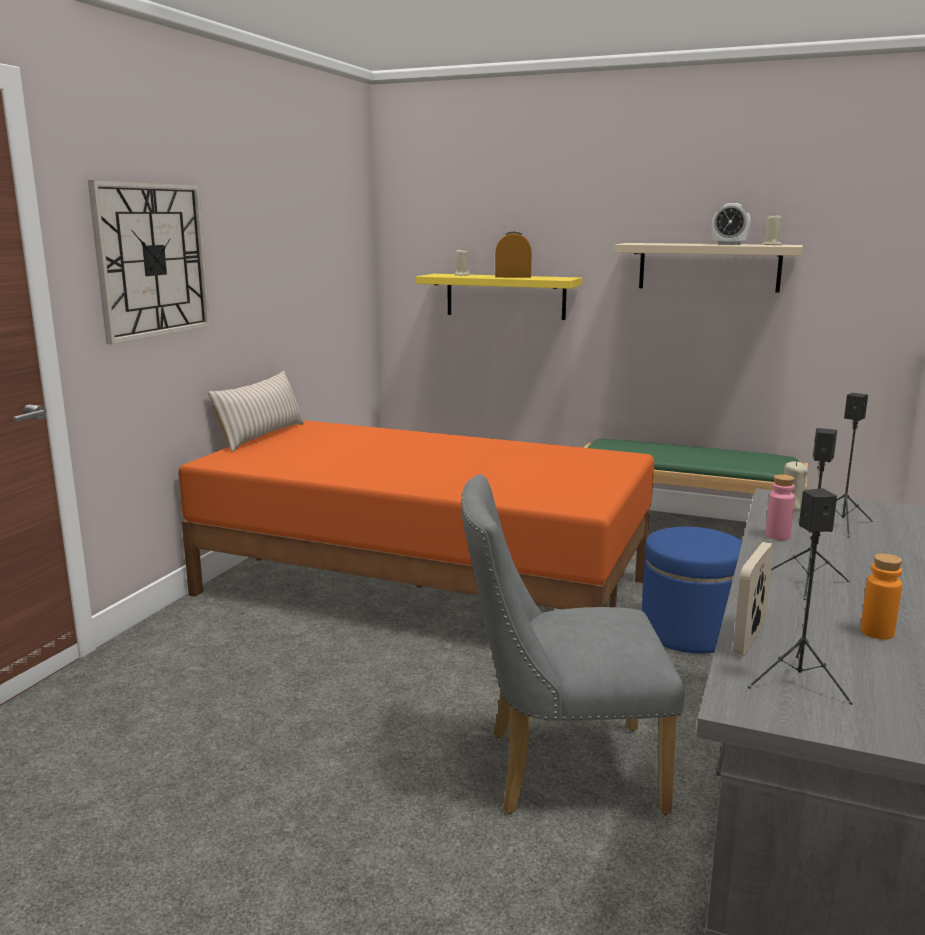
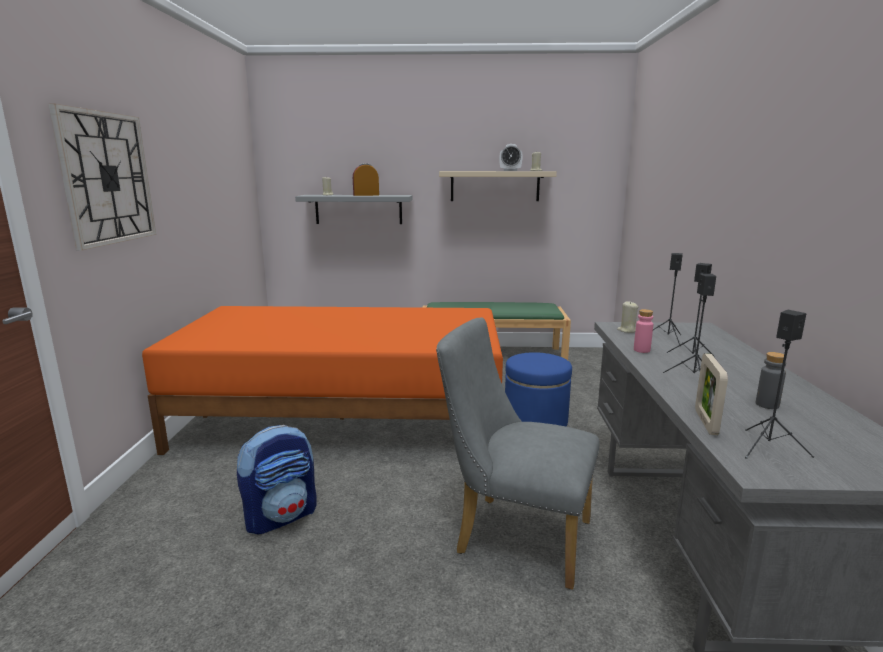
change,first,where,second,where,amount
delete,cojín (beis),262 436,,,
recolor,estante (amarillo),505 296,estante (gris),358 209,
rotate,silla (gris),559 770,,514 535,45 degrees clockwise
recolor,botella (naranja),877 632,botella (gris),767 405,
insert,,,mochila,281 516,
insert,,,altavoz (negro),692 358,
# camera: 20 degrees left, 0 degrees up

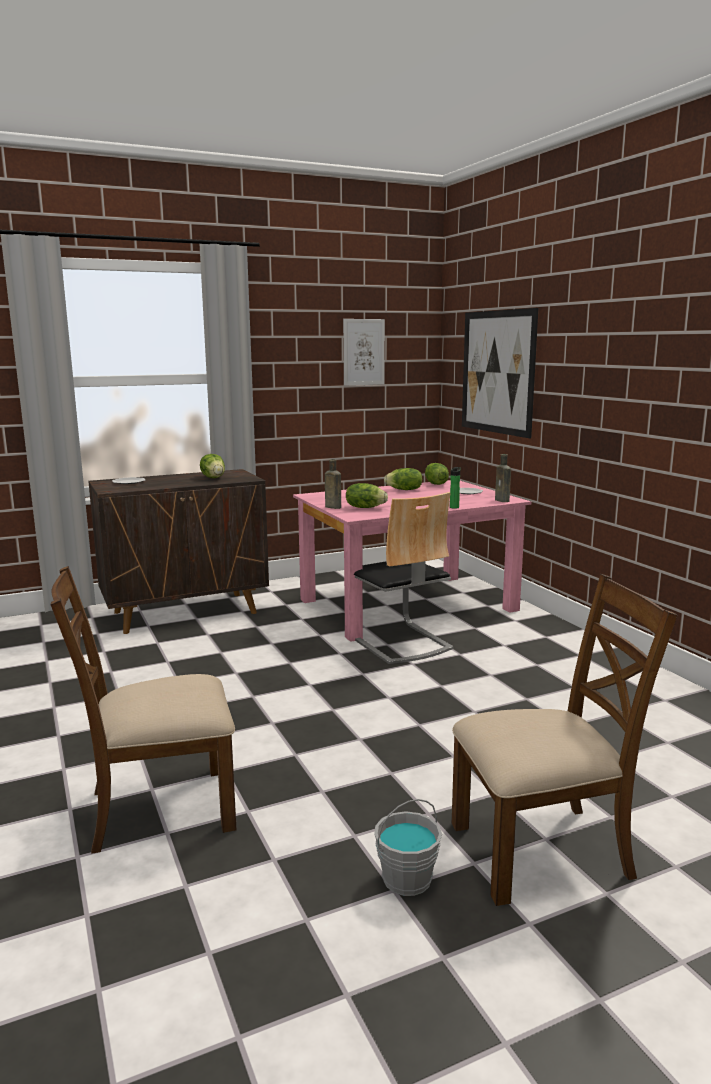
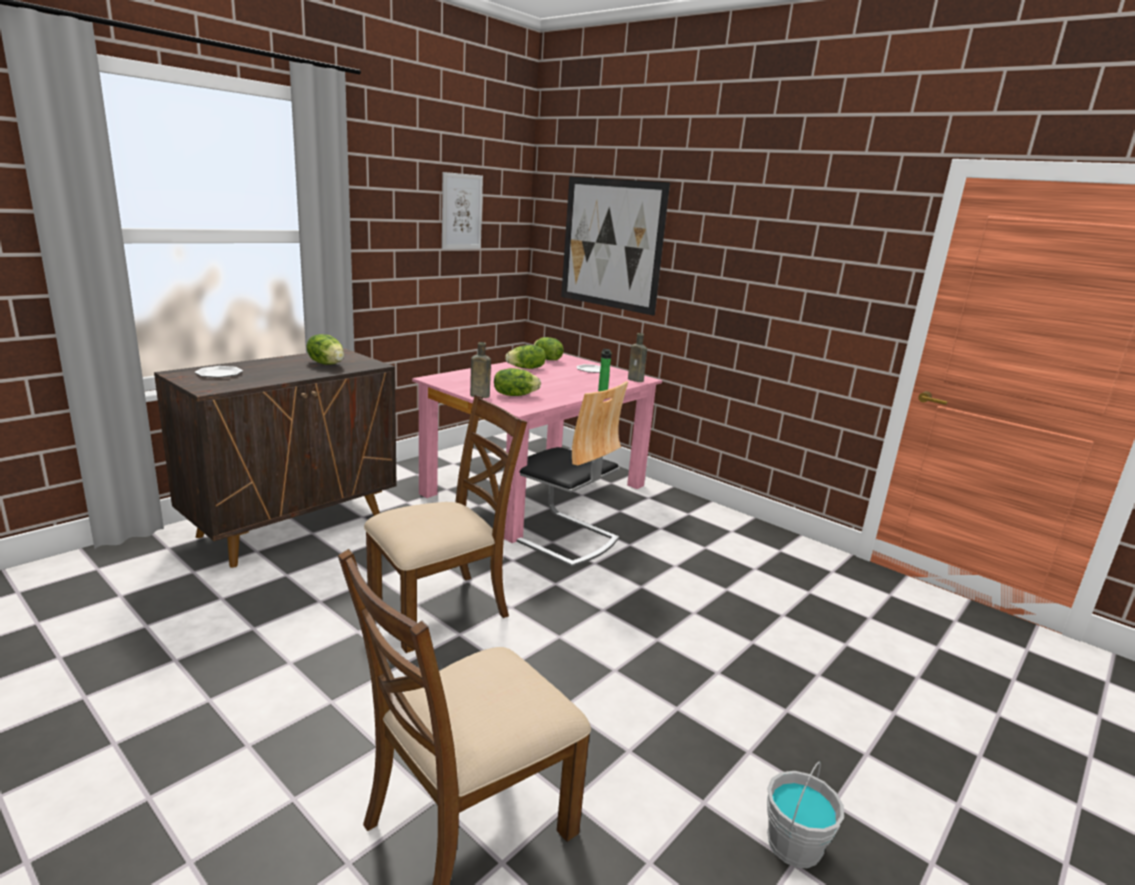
change,first,where,second,where,amount
move,silla (marrón),543 850,,441 609,
# camera: 25 degrees left, 5 degrees up

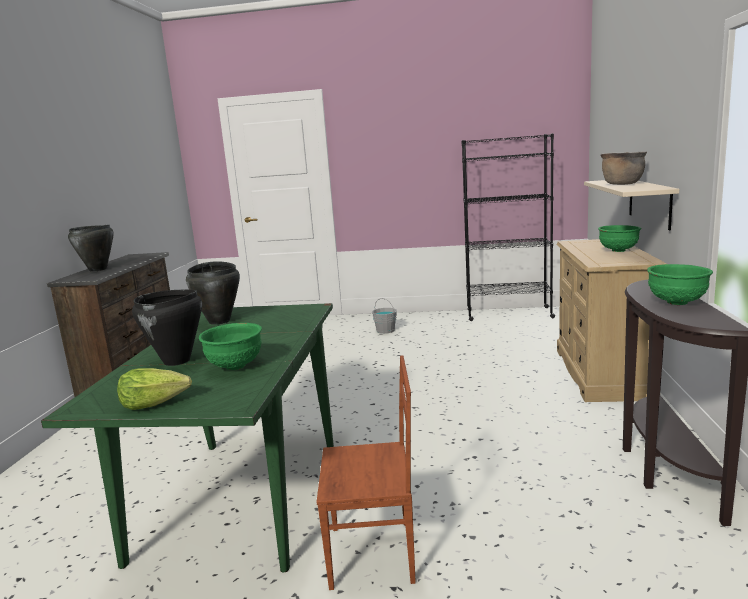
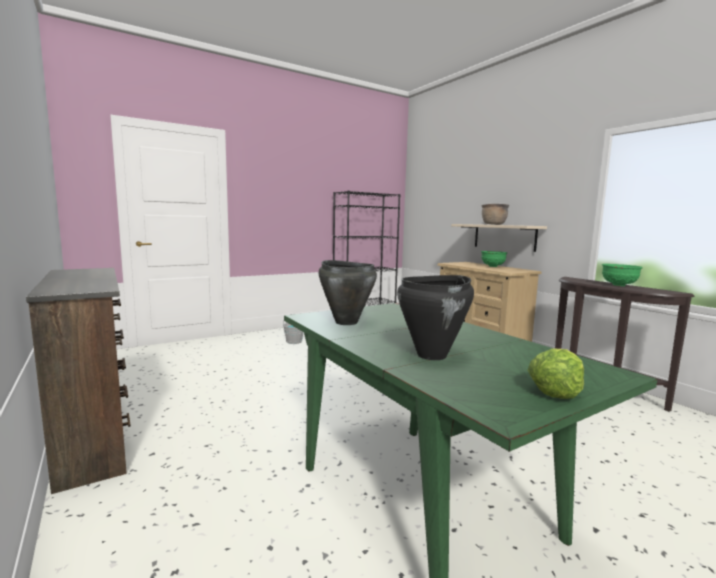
change,first,where,second,where,amount
delete,olla (negro),98 269,,,
delete,cuenco (verde),234 366,,,
delete,silla (marrón),373 555,,,
# camera: 40 degrees left, 5 degrees down

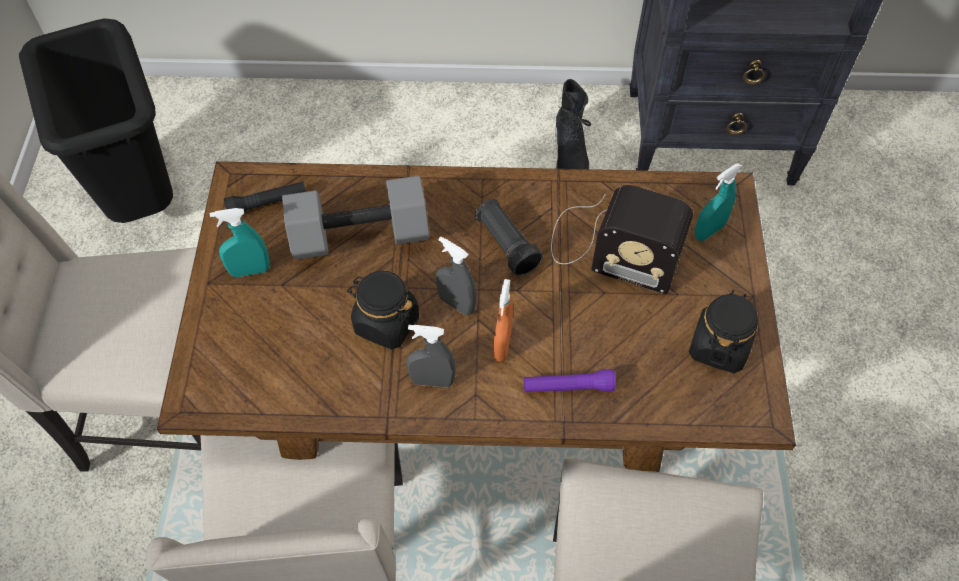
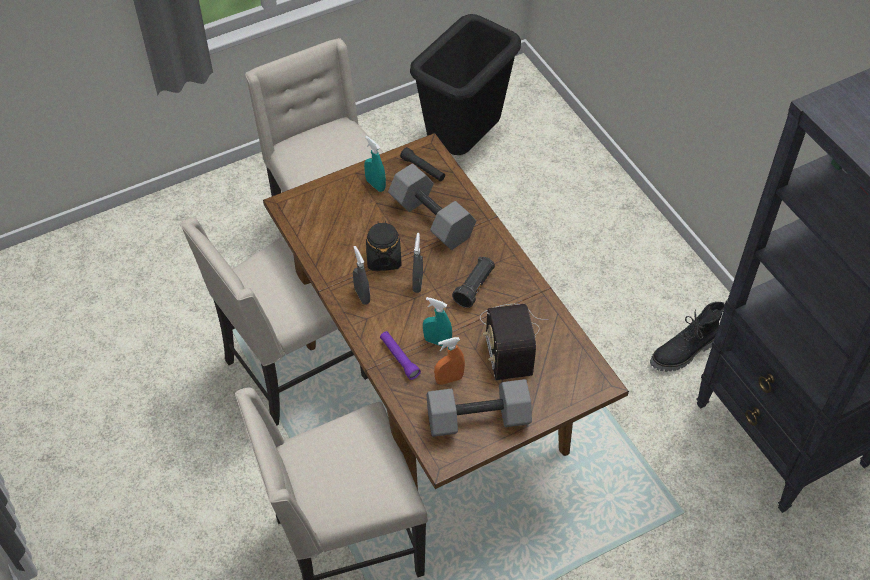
change,first,where,second,where,amount
move,pulverizador (naranja),502 345,,449 379,
replace,tarro (negro),719 346,mancuerna (gris),477 421,
move,pulverizador (turquesa),709 231,,437 341,
# camera: 60 degrees right, 5 degrees down

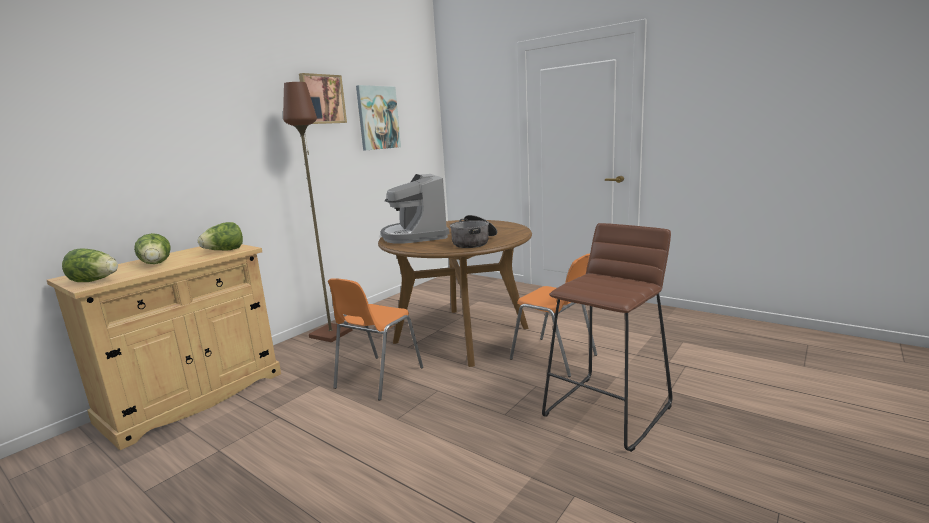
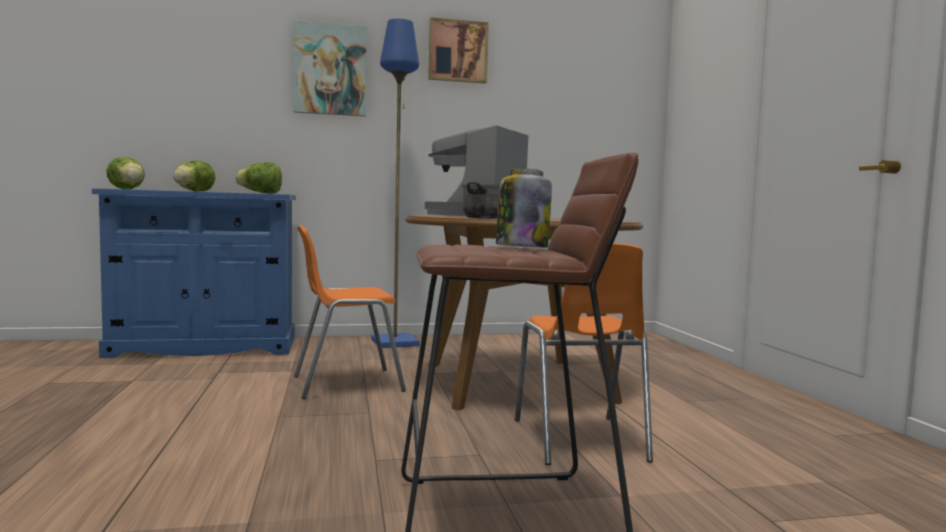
change,first,where,second,where,amount
recolor,armario (beis),193 397,armario (azul),205 347,
recolor,lámpara de pie (marrón),330 333,lámpara de pie (azul),395 342,
move,cuadro,378 118,,330 69,
insert,,,tarro,521 248,
# camera: 40 degrees right, 10 degrees down

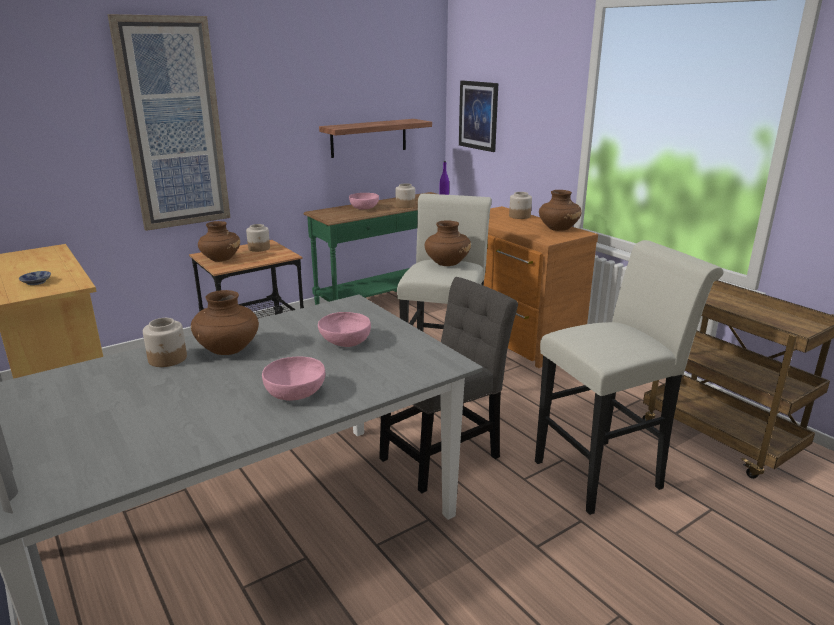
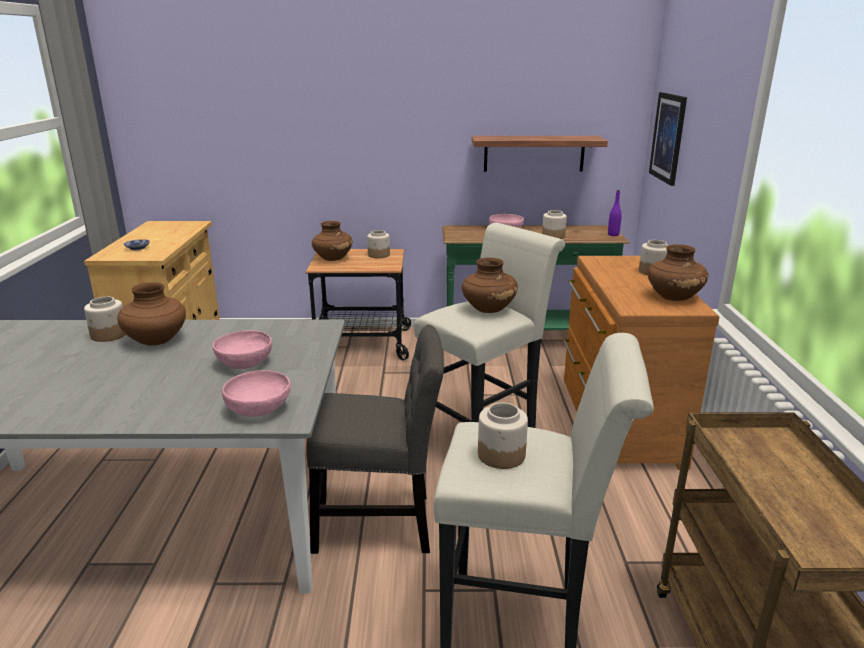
change,first,where,second,where,amount
delete,cuadro,173 125,,,
move,cuenco (rosa),295 393,,259 409,
insert,,,tarro,502 455,
# camera: 35 degrees right, 0 degrees up

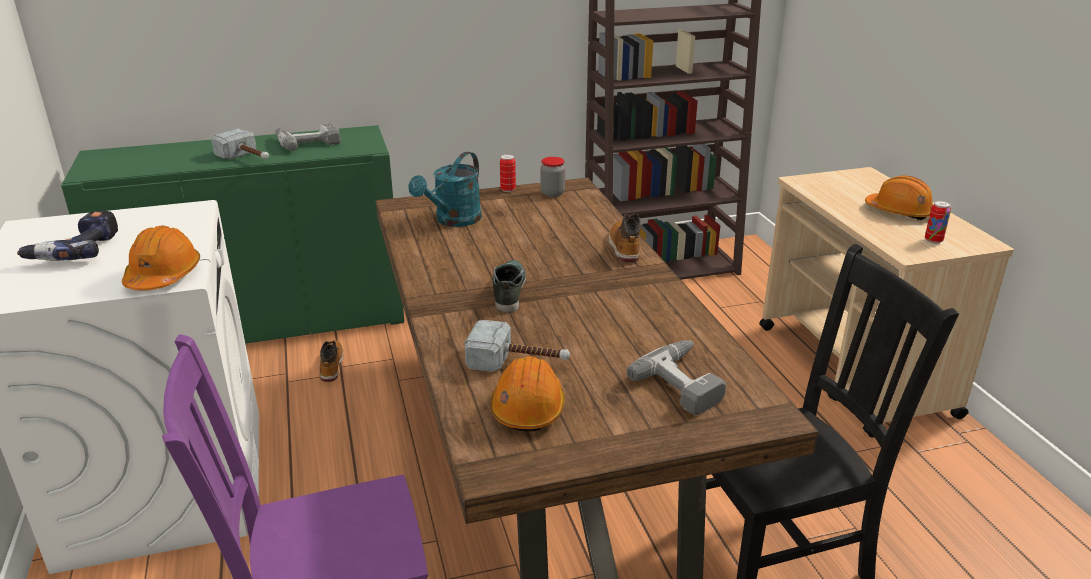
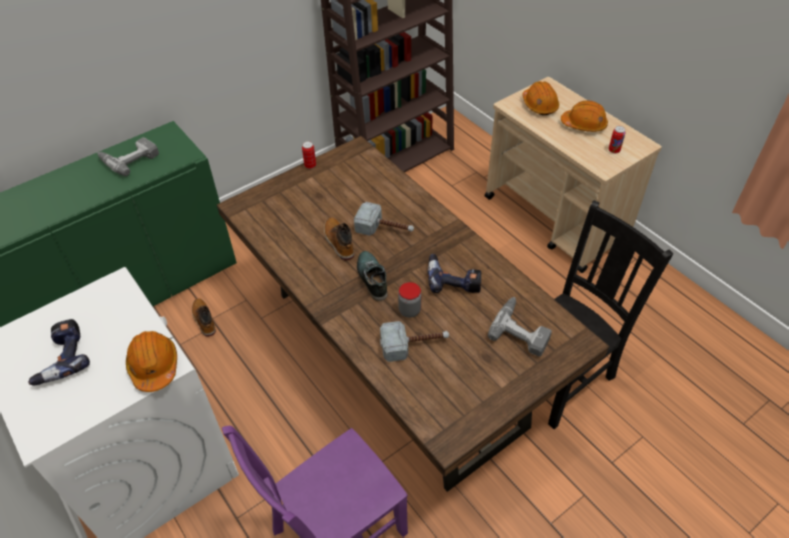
change,first,where,second,where,amount
move,martillo,247 158,,385 228,
delete,regadera (turquesa),453 221,,,
move,casco (naranja),528 408,,539 105,
move,tarro,552 193,,409 310,
move,bota,624 247,,338 242,
insert,,,taladro,453 279,
# camera: 20 degrees left, 20 degrees up

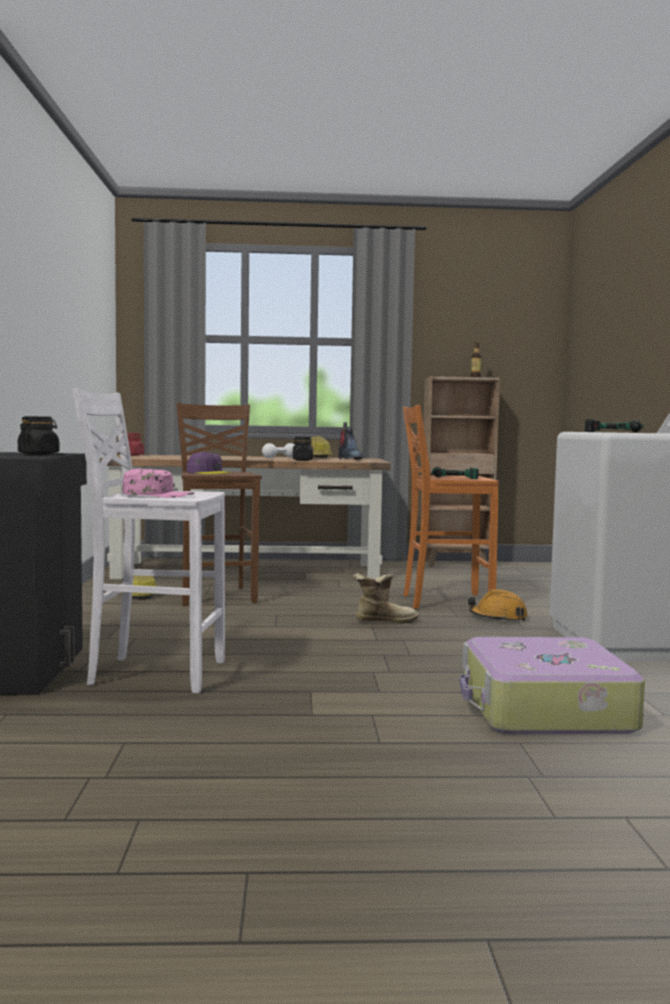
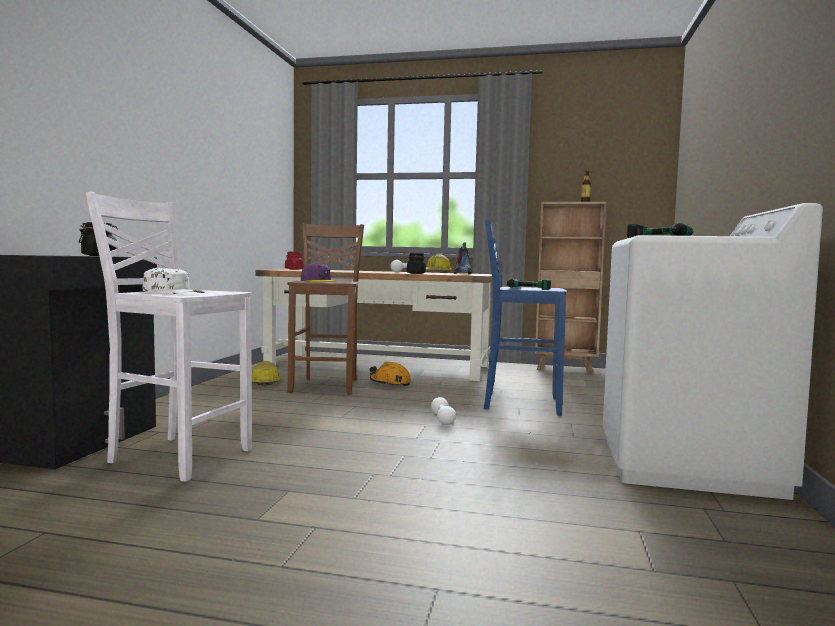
change,first,where,second,where,amount
recolor,gorra (rosa),158 495,gorra (blanco),173 292,
replace,bota,383 621,mancuerna (blanco),442 419,
recolor,taburete (naranja),444 602,taburete (azul),519 404,
delete,maleta,544 709,,,
move,casco (naranja),498 618,,390 383,
# camera: 15 degrees right, 0 degrees up

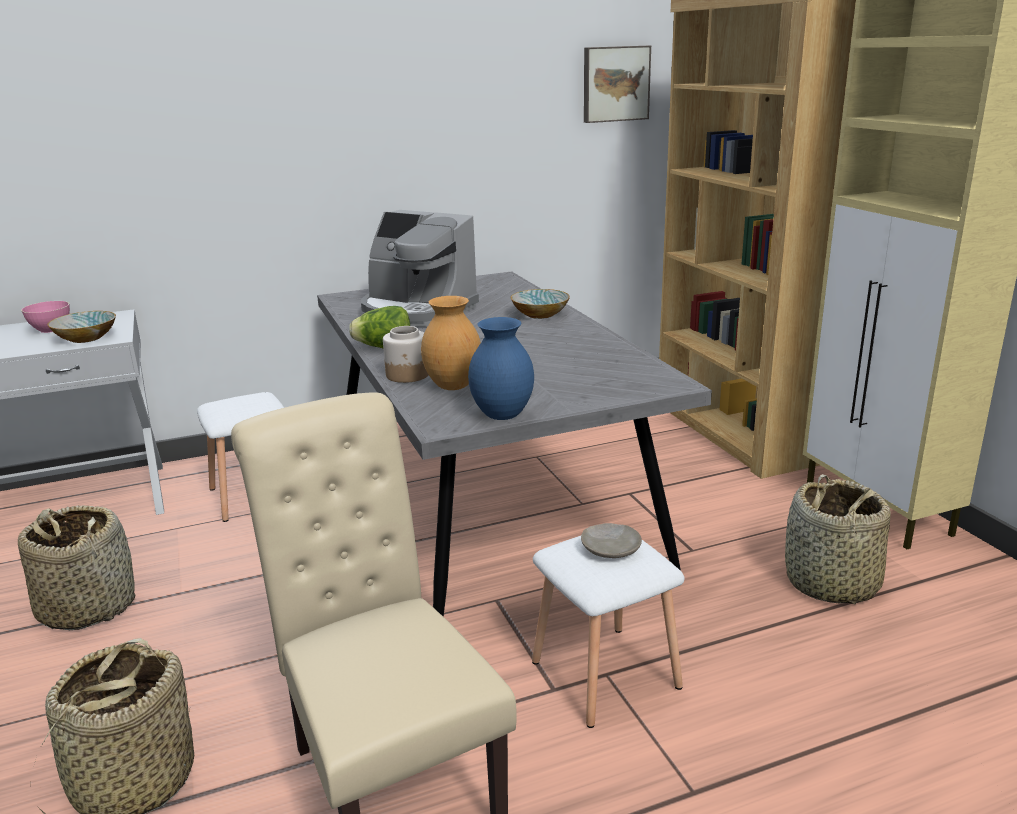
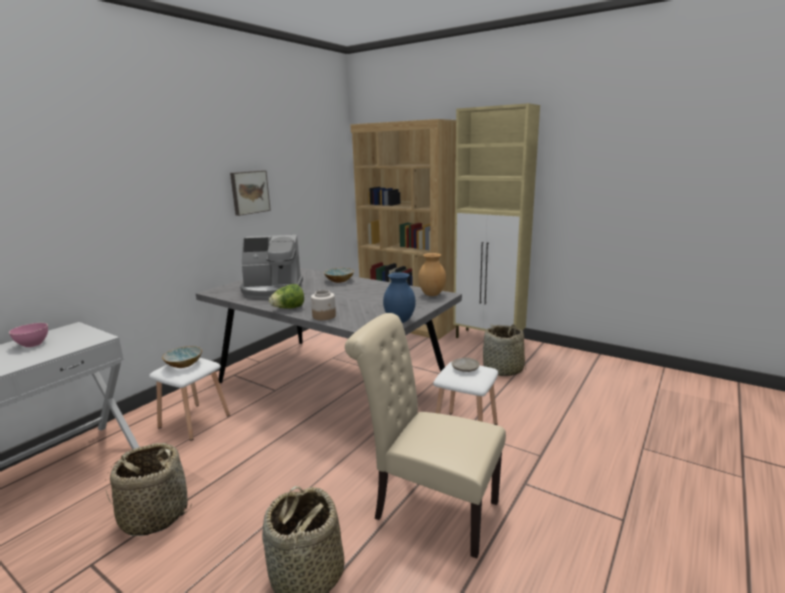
change,first,where,second,where,amount
move,cuenco,87 338,,184 364,
move,florero (marrón),452 386,,431 294,
move,cuadro,615 84,,249 192,
# camera: 35 degrees left, 5 degrees down

